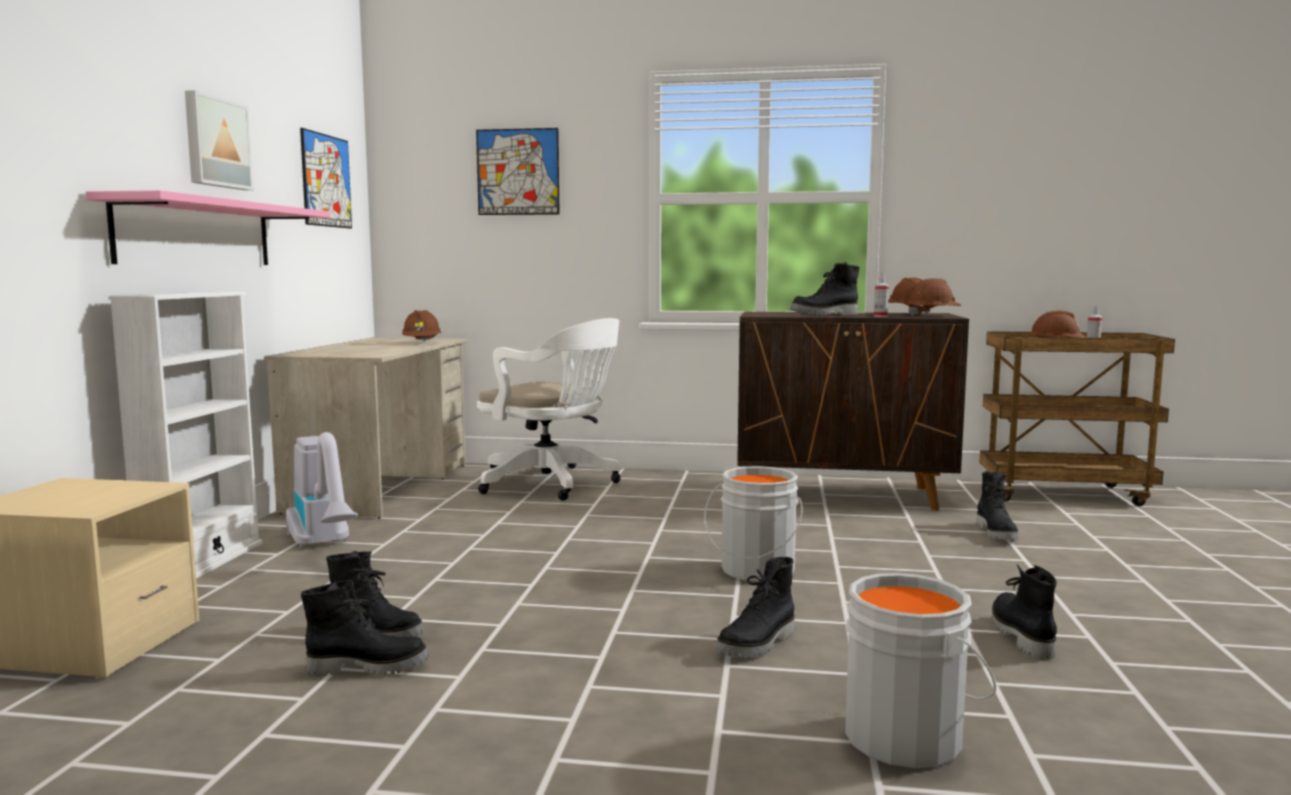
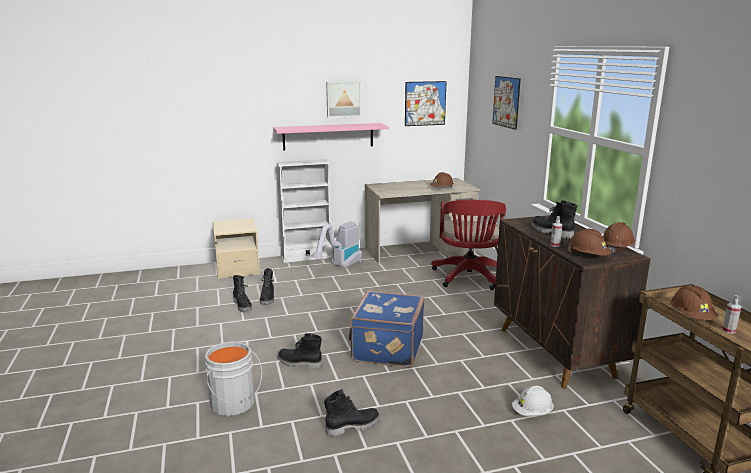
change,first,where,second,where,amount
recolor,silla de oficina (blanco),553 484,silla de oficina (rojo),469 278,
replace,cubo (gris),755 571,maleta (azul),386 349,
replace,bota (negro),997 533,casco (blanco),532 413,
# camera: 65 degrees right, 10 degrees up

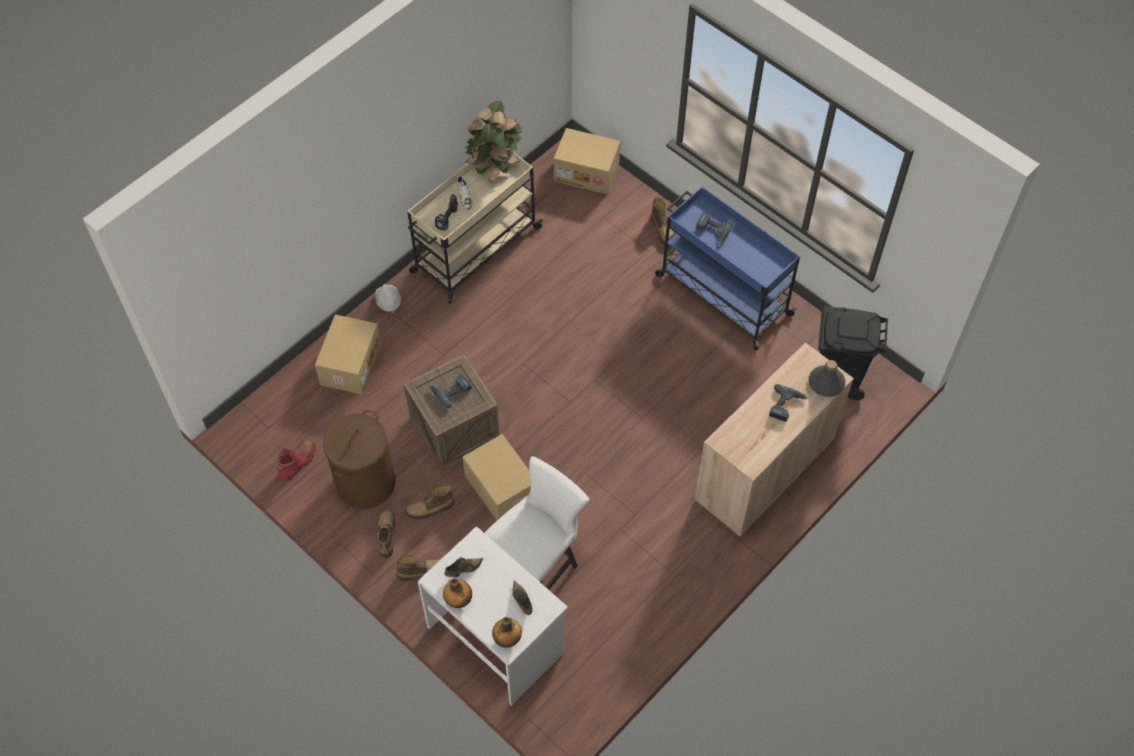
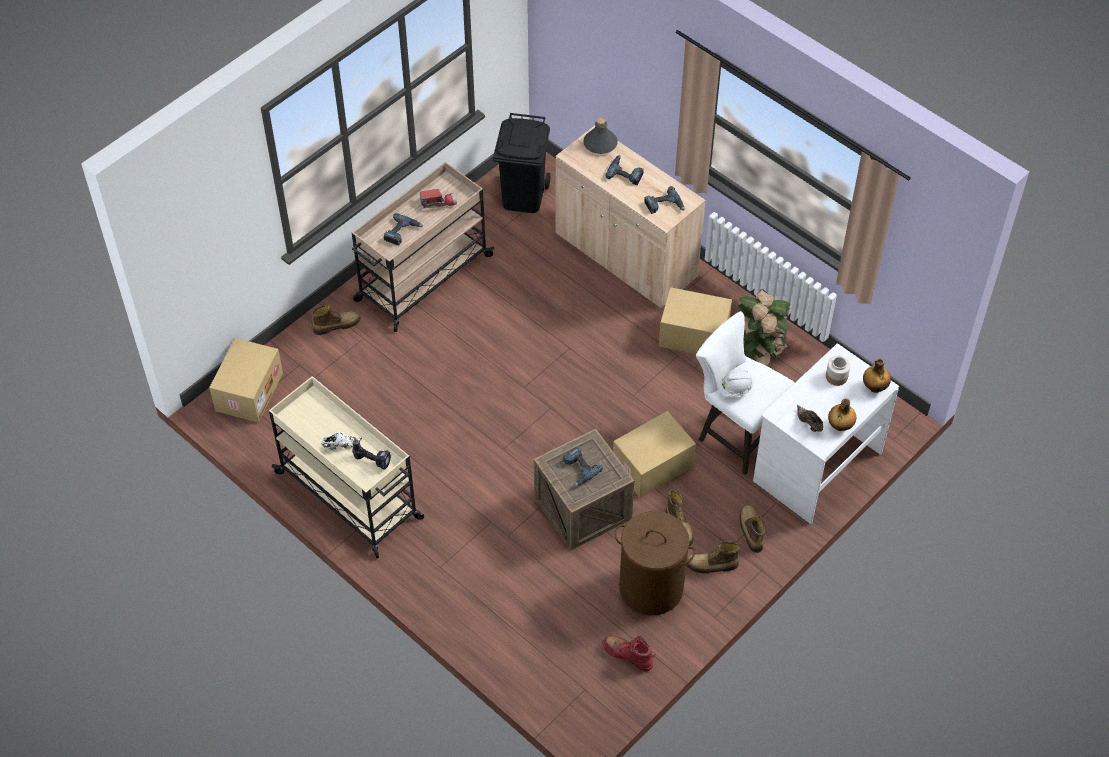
change,first,where,second,where,amount
move,caja de cartón,350 364,,693 336,
move,casco (blanco),388 301,,734 389,
move,planta en maceta,495 168,,759 352,
replace,zapato (marrón),522 602,tarro,837 376,
recolor,carrito (azul),722 294,carrito (beis),422 279,
insert,,,linterna,438 203,
insert,,,taladro,664 205,
# camera: 90 degrees left, 5 degrees down

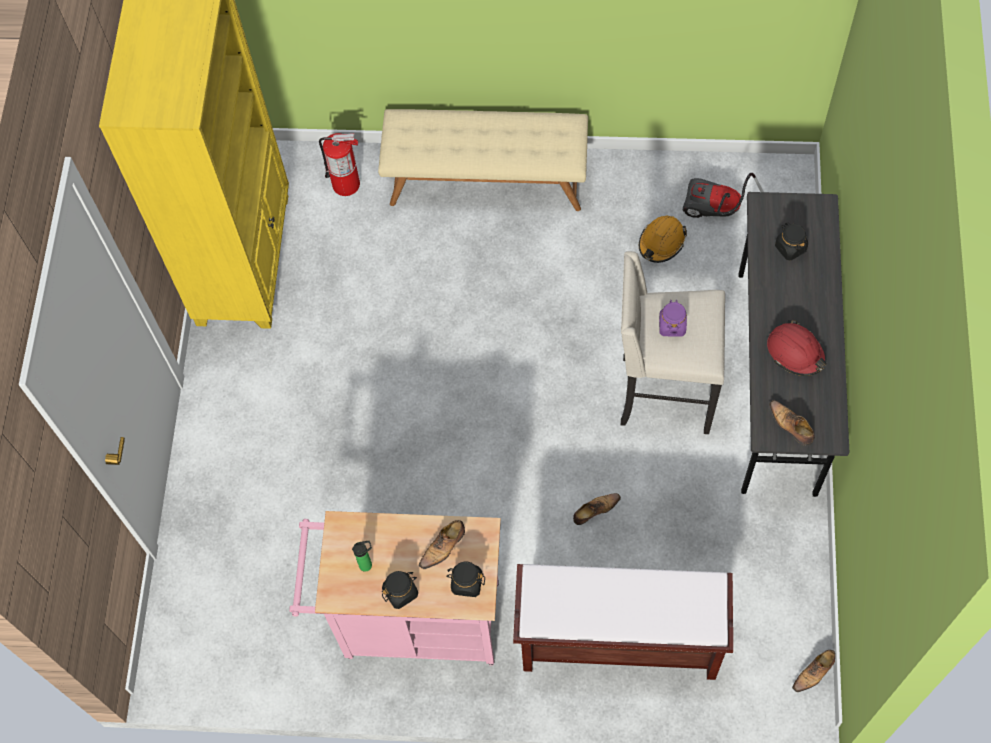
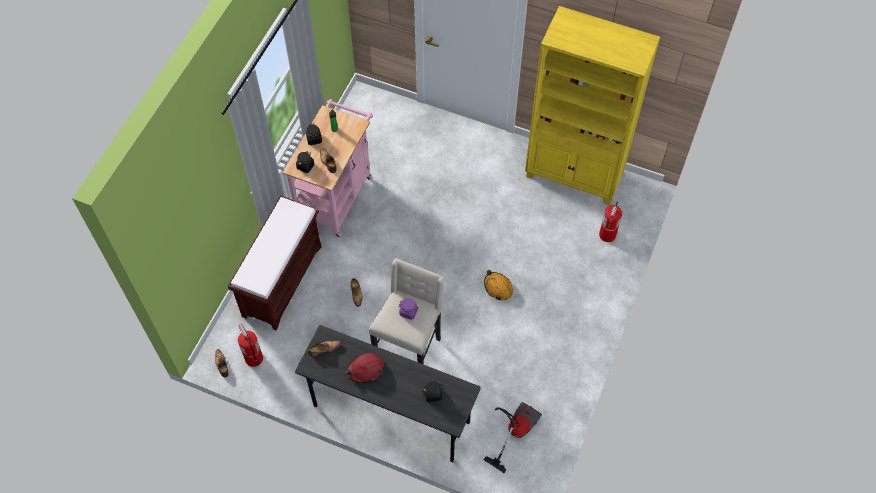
change,first,where,second,where,amount
delete,banco (beis),486 180,,,
move,casco (naranja),661 242,,498 287,
insert,,,extintor,254 358,
# camera: 105 degrees right, 5 degrees down

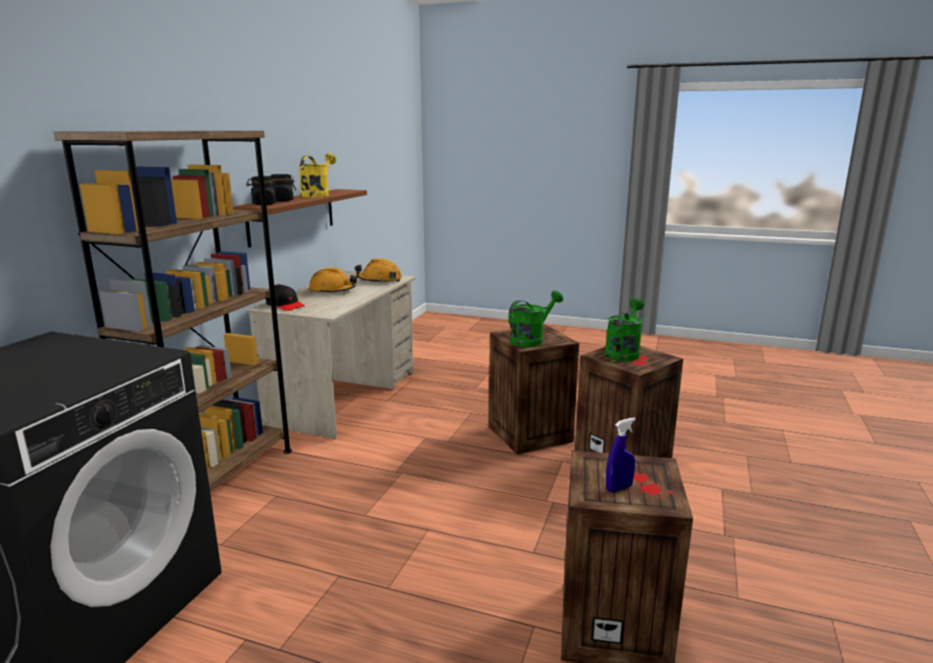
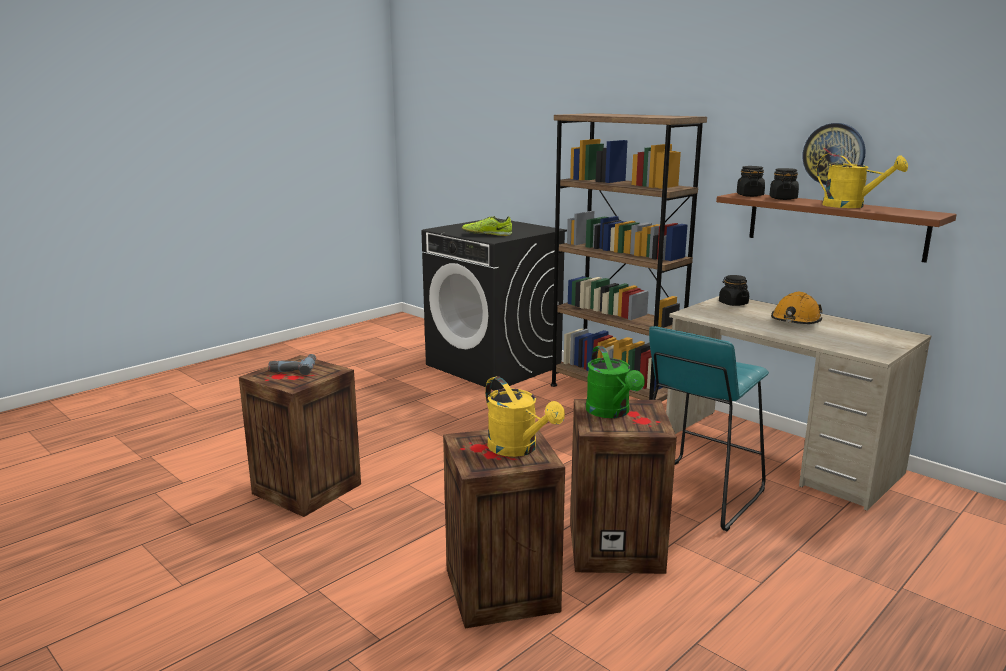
change,first,where,second,where,amount
replace,gorra (negro),285 305,tarro (negro),733 303,
delete,casco (naranja),379 280,,,
recolor,regadera (verde),623 352,regadera (amarillo),518 449,
replace,pulverizador (azul),619 488,taladro,293 368,
insert,,,zapato,487 234,
insert,,,taburete (turquesa),697 493,
insert,,,reloj de pared,834 154,
# camera: 115 degrees right, 0 degrees up

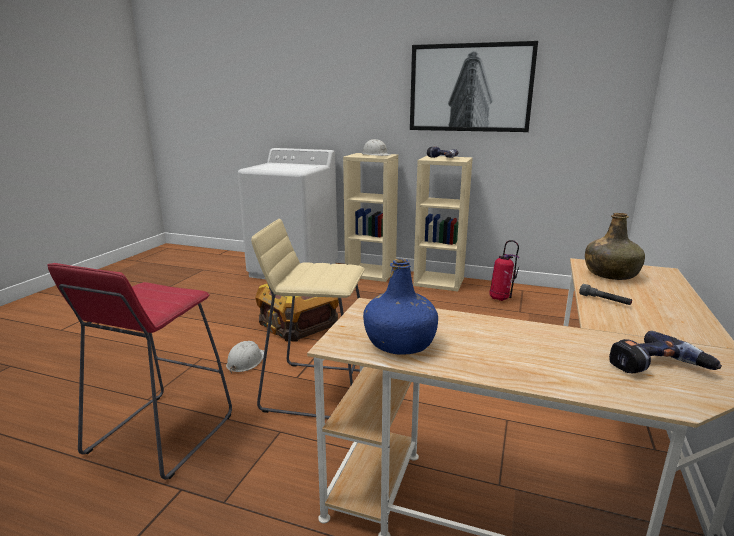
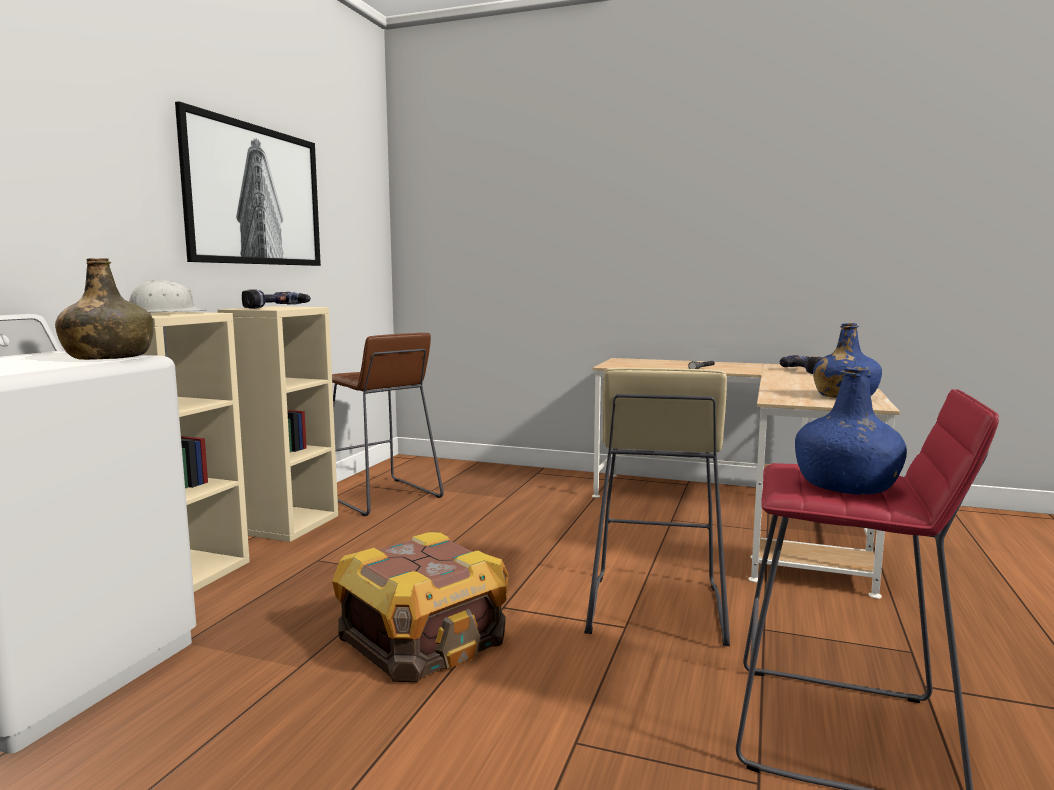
change,first,where,second,where,amount
delete,casco (blanco),245 361,,,
replace,extintor,500 299,taburete (marrón),382 497,
move,botella (verde),610 274,,108 357,
insert,,,botella (azul),847 486,
# camera: 90 degrees left, 10 degrees down

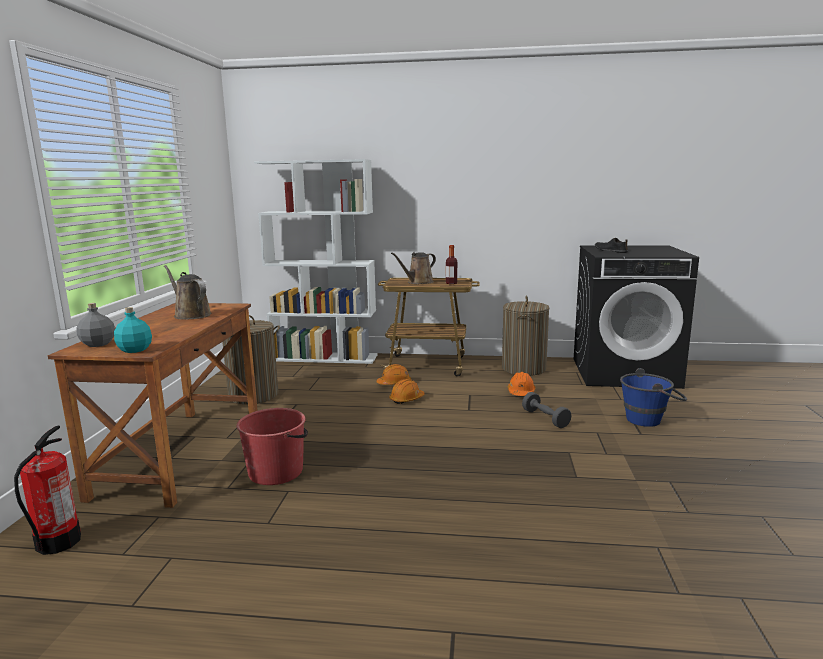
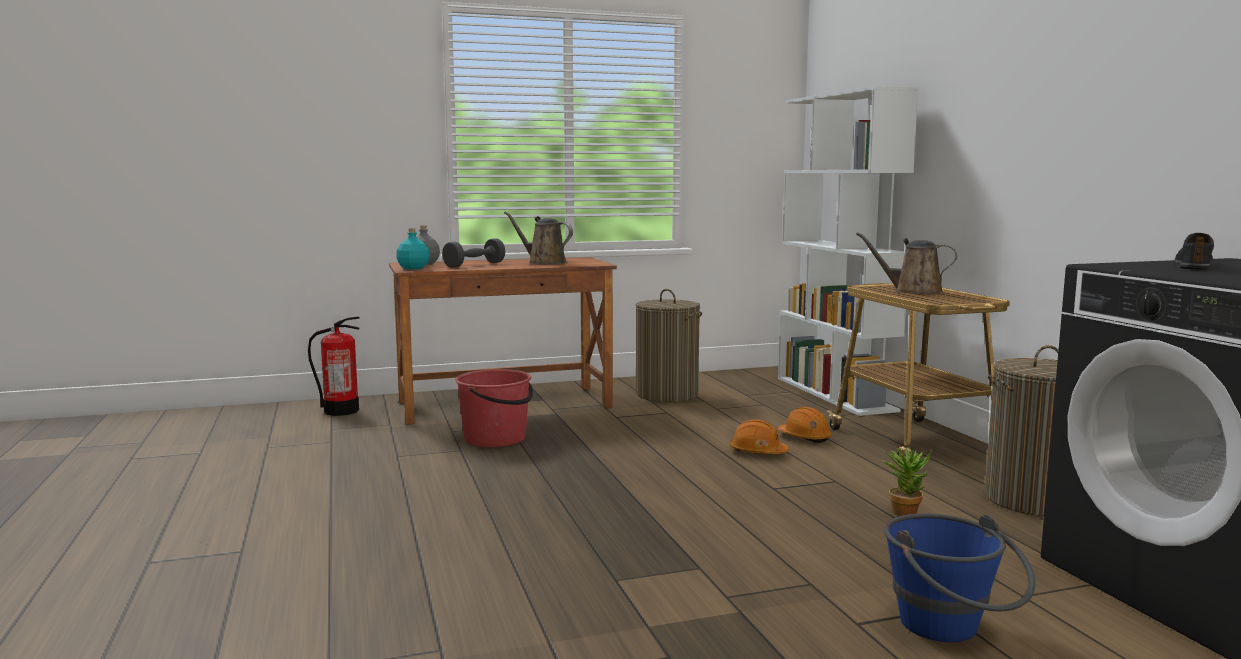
change,first,where,second,where,amount
rotate,regadera (marrón),190 315,,544 262,75 degrees counterclockwise
delete,botella,451 283,,,
replace,casco (naranja),521 392,planta en maceta,906 511,
move,mancuerna (gris),545 418,,474 265,
# camera: 65 degrees right, 5 degrees down

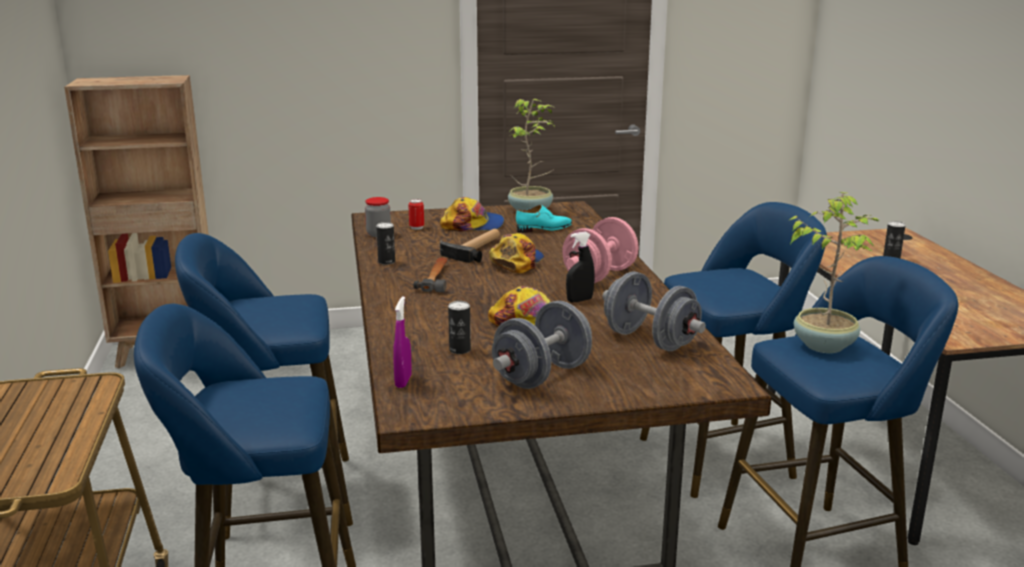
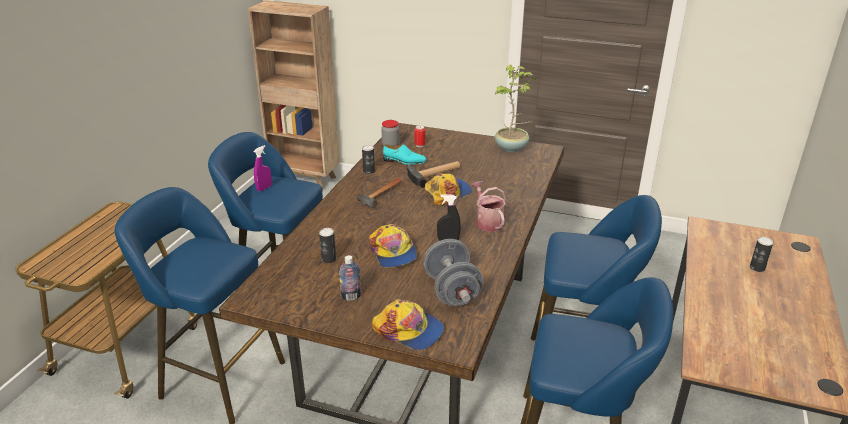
change,first,where,second,where,amount
move,pulverizador (morado),403 381,,264 188,
move,gorra,473 225,,409 330,
replace,mancuerna (gris),542 375,botella,351 297,
move,zapato (turquesa),544 229,,404 161,
replace,mancuerna (rosa),599 275,regadera,488 221,
delete,planta en maceta,824 345,,,
# camera: 30 degrees right, 10 degrees up

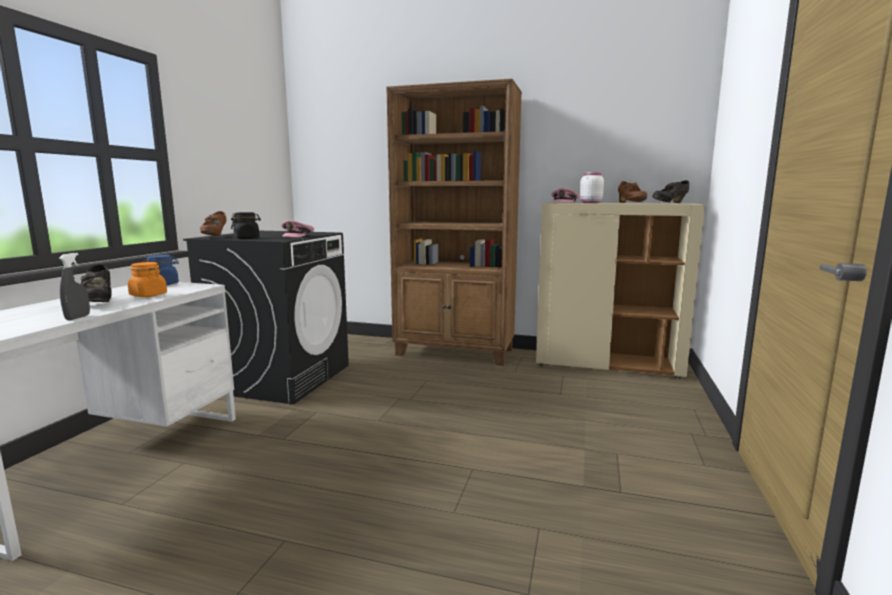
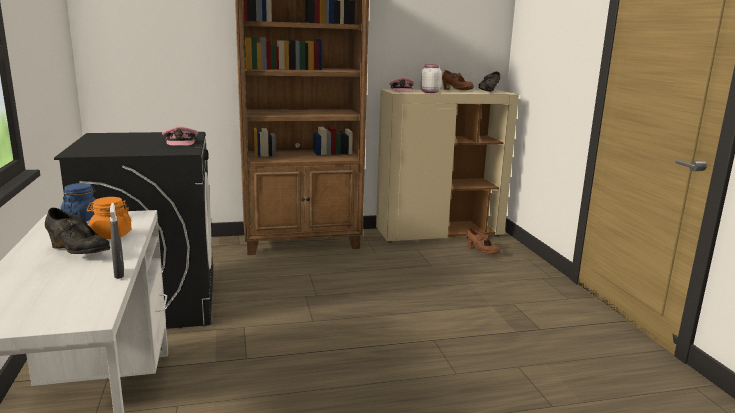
change,first,where,second,where,amount
move,zapato (marrón),215 236,,482 251,
delete,tarro (negro),247 238,,,
# camera: 30 degrees left, 5 degrees up

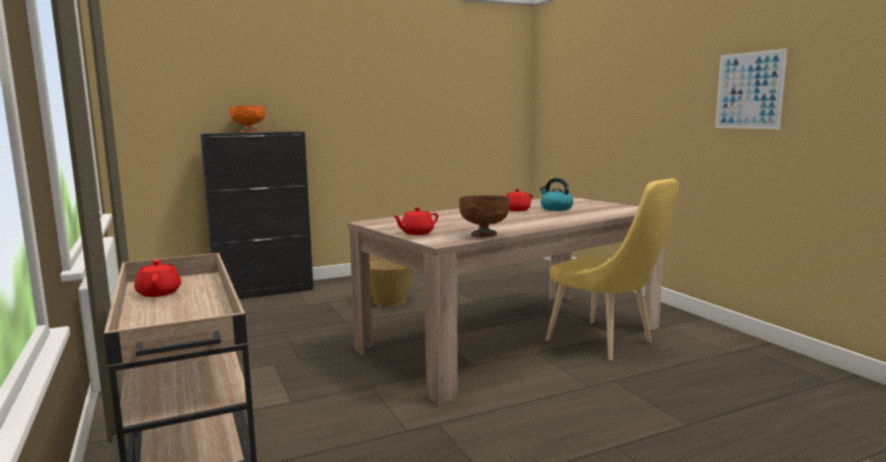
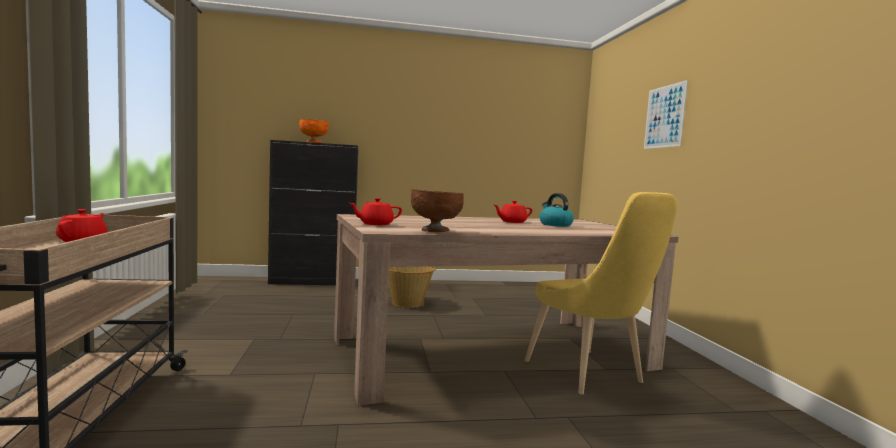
change,first,where,second,where,amount
move,cuadro,749 90,,664 116,
# camera: 15 degrees right, 5 degrees down

